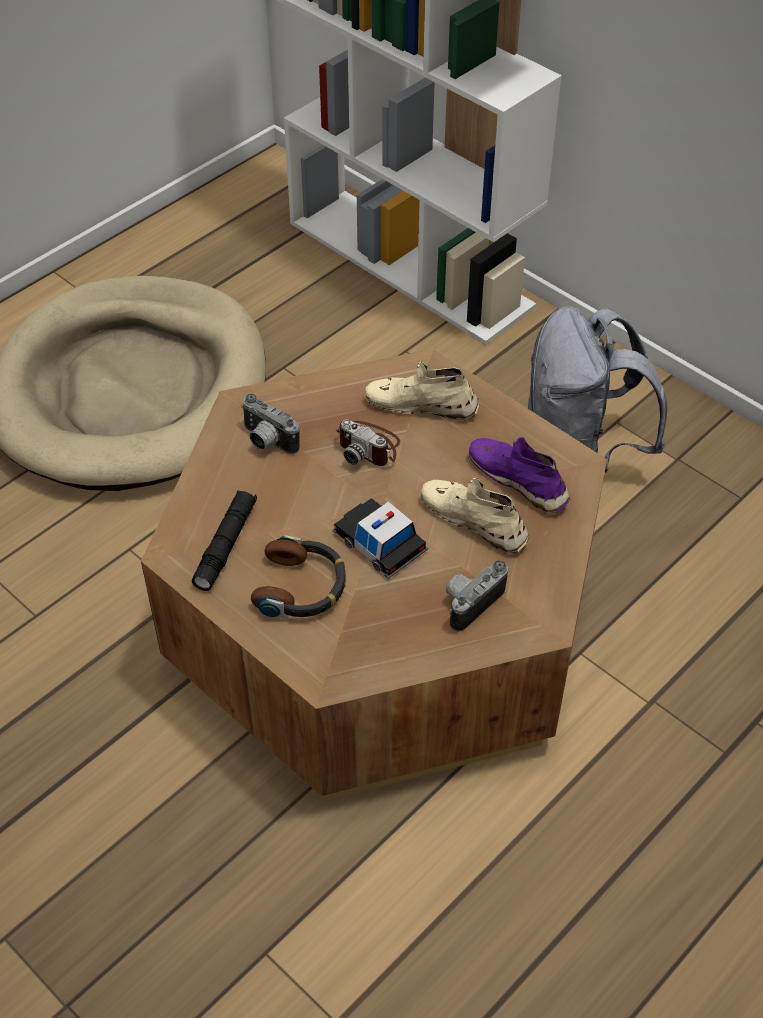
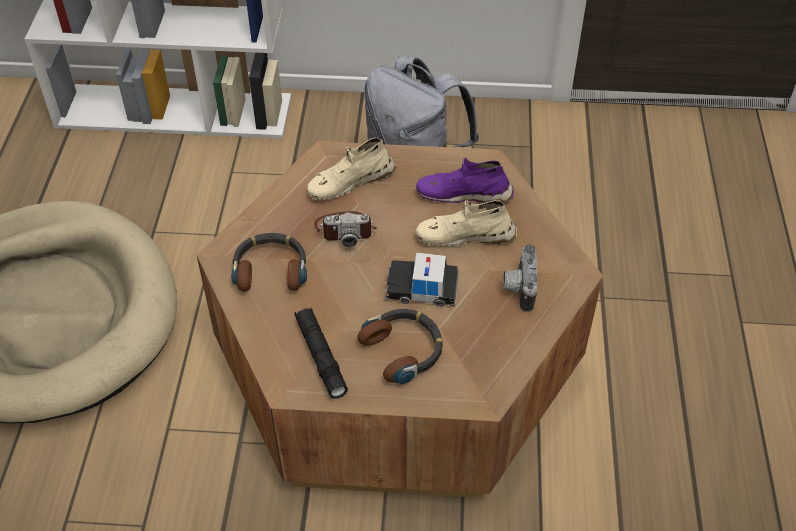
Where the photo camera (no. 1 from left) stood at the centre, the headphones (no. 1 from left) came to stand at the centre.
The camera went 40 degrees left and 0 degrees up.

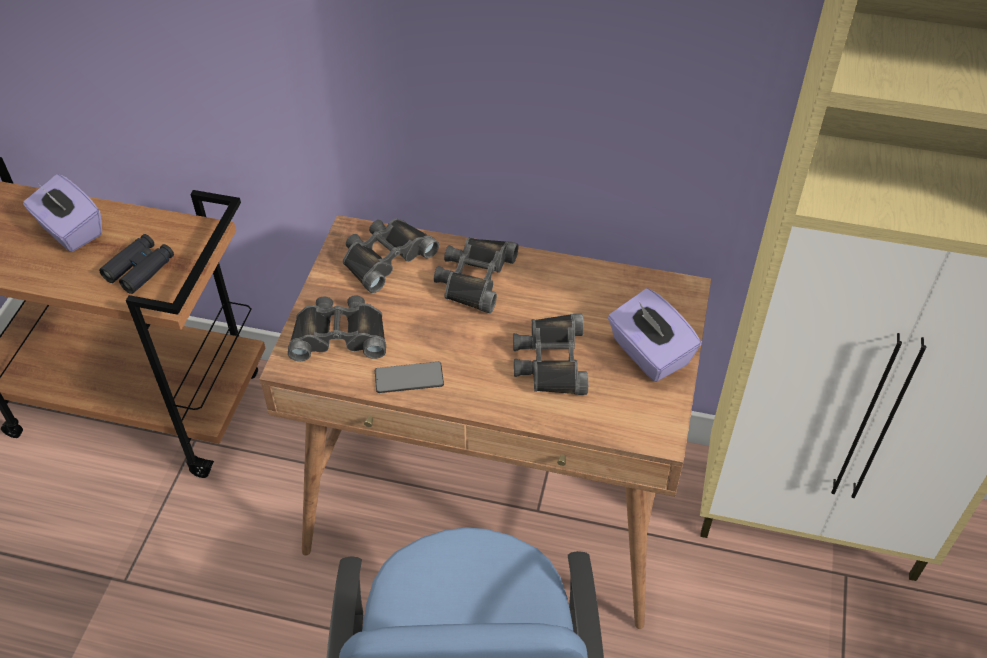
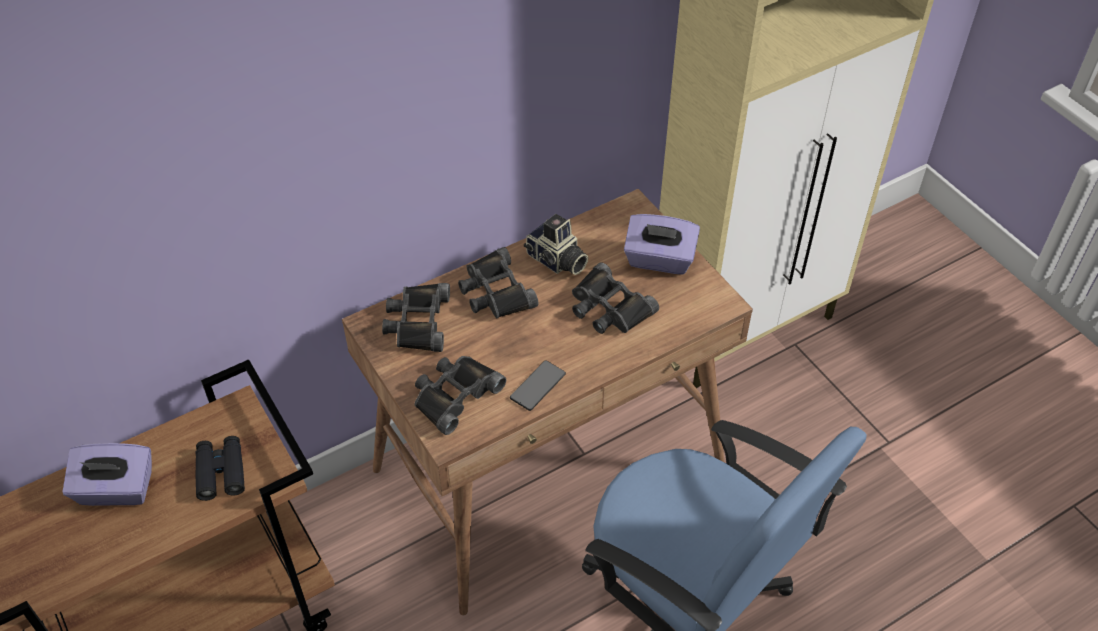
The second view gained the photo camera at the centre.
The camera went 45 degrees left and 0 degrees up.

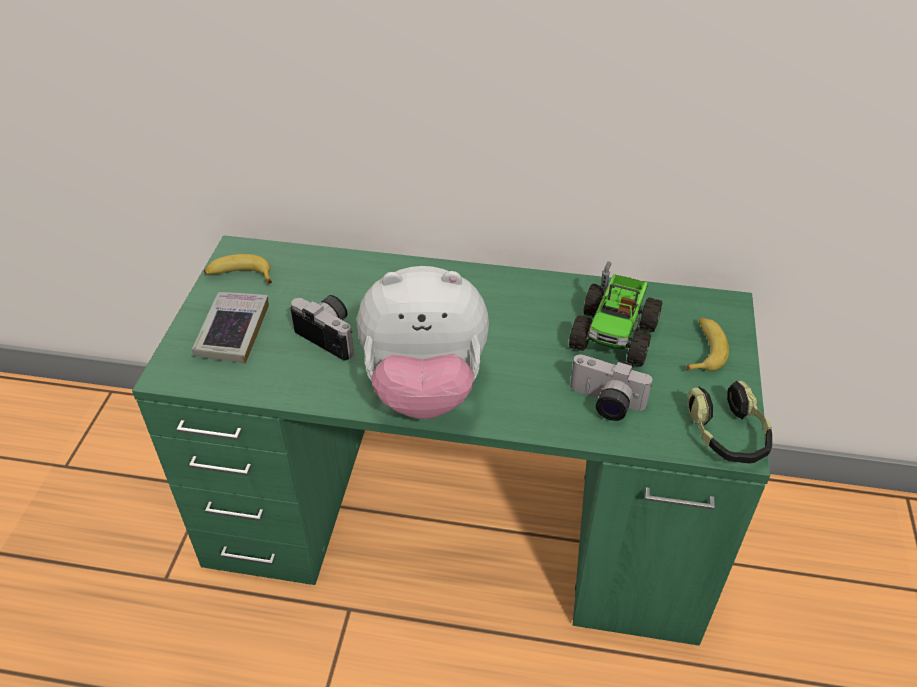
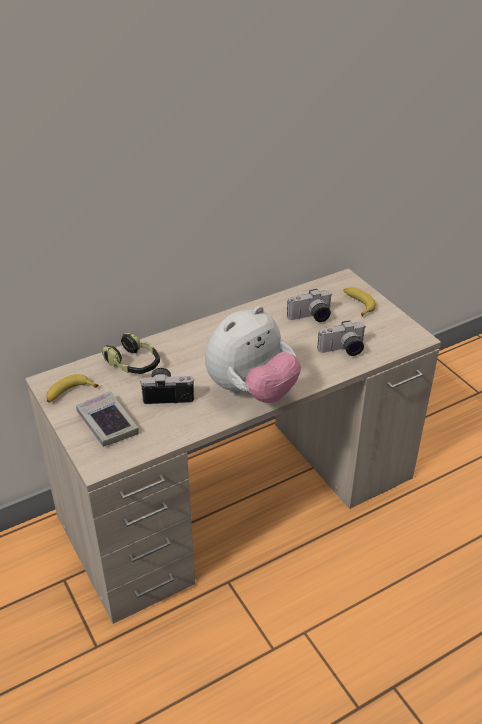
What was the green desk at the centre turned into the beige desk at the centre.
The headphones ended up elsewhere, having gone from the middle right to the middle left.
Where the toy truck stood at the middle right, the photo camera (no. 2 from left) came to stand at the centre.
The camera went 40 degrees left and 5 degrees down.

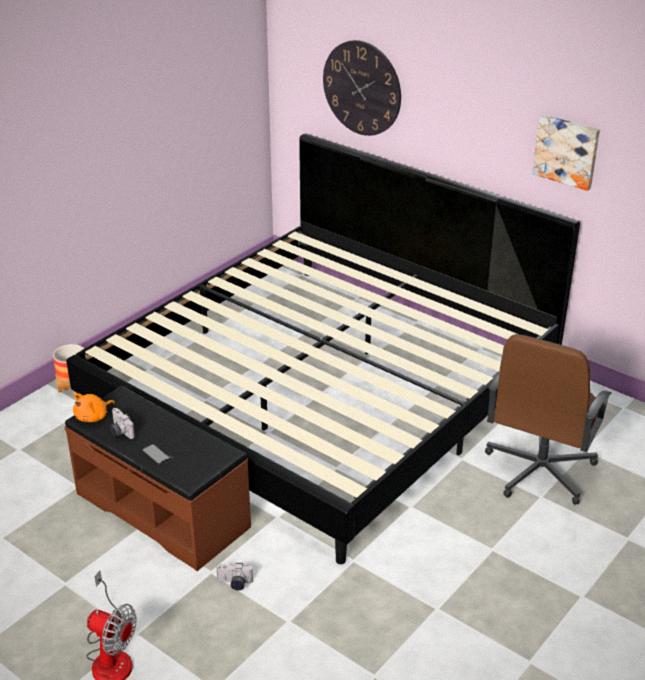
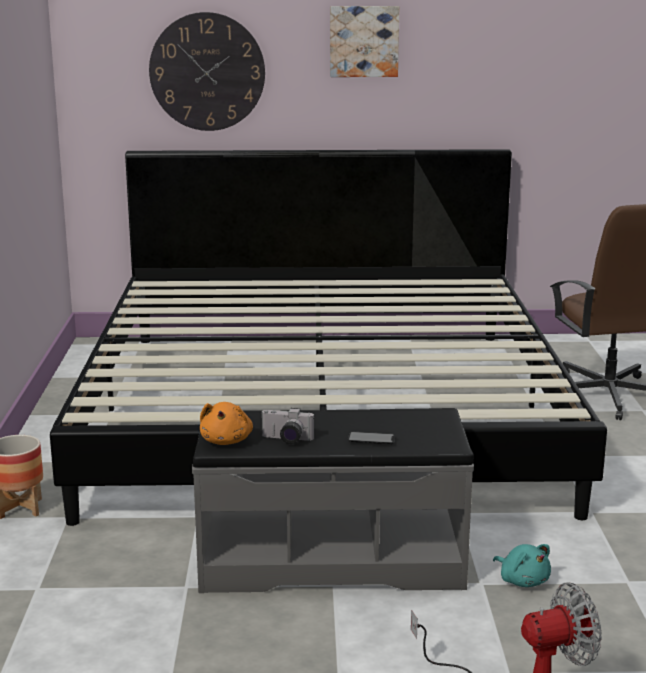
What was the brown bench at the bottom left turned into the grey bench at the bottom centre.
The picture ended up elsewhere, having gone from the top right to the top centre.
Where the photo camera (no. 2 from left) stood at the bottom centre, the turquoise plush toy came to stand at the bottom right.
The camera went 40 degrees left and 15 degrees down.

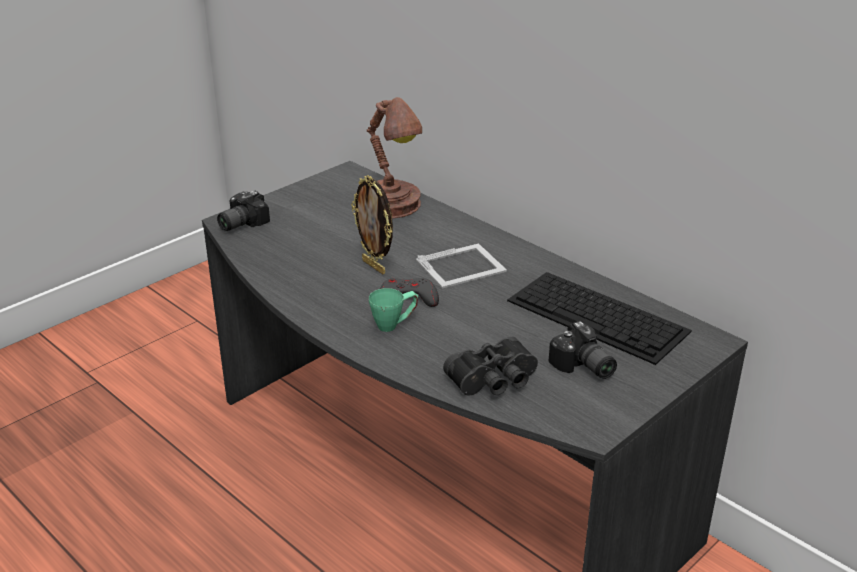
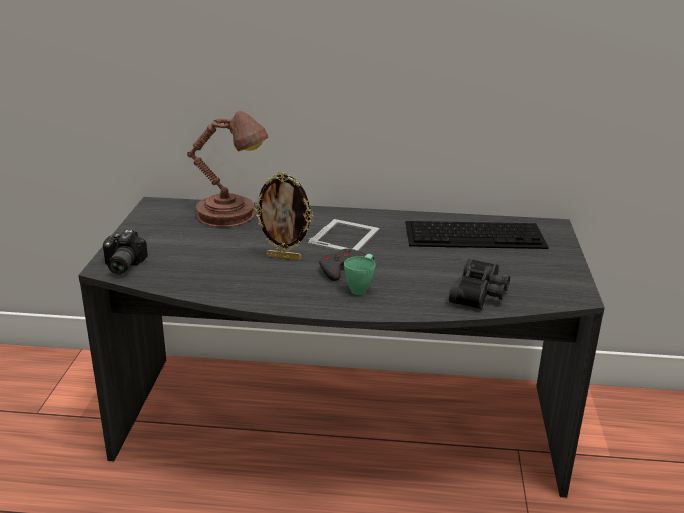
The second view lost the photo camera (no. 2 from left) at the middle right.
The camera went 40 degrees left and 5 degrees down.

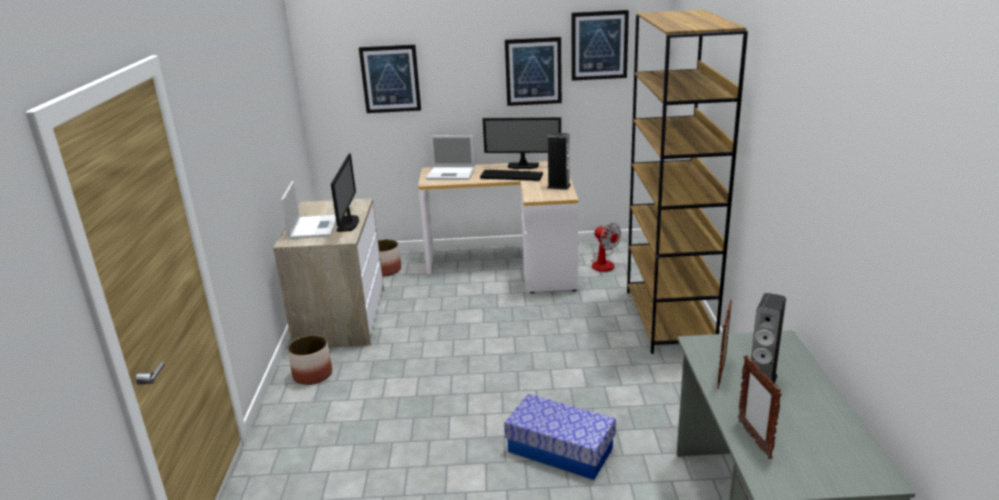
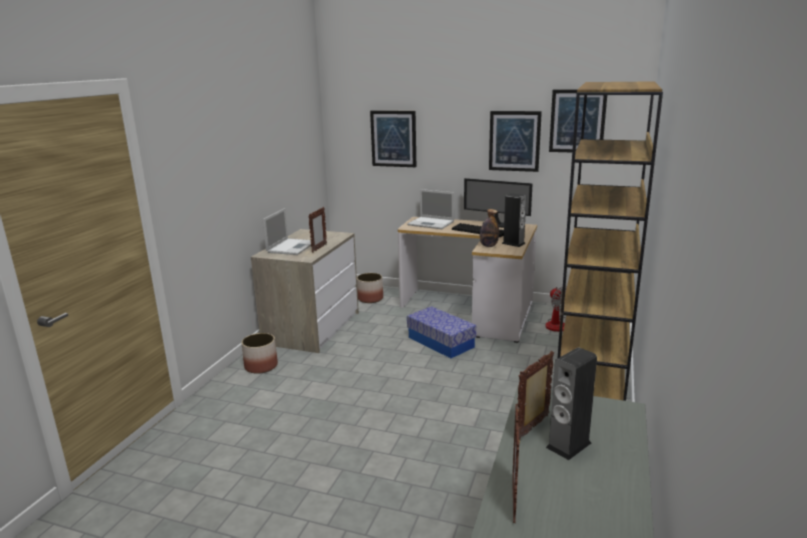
Where the monitor (no. 1 from left) stood at the centre, the picture frame (no. 1 from left) came to stand at the centre.
The storage box ended up elsewhere, having gone from the bottom centre to the centre.
The second view gained the bottle at the centre.
The camera went 20 degrees right and 5 degrees down.

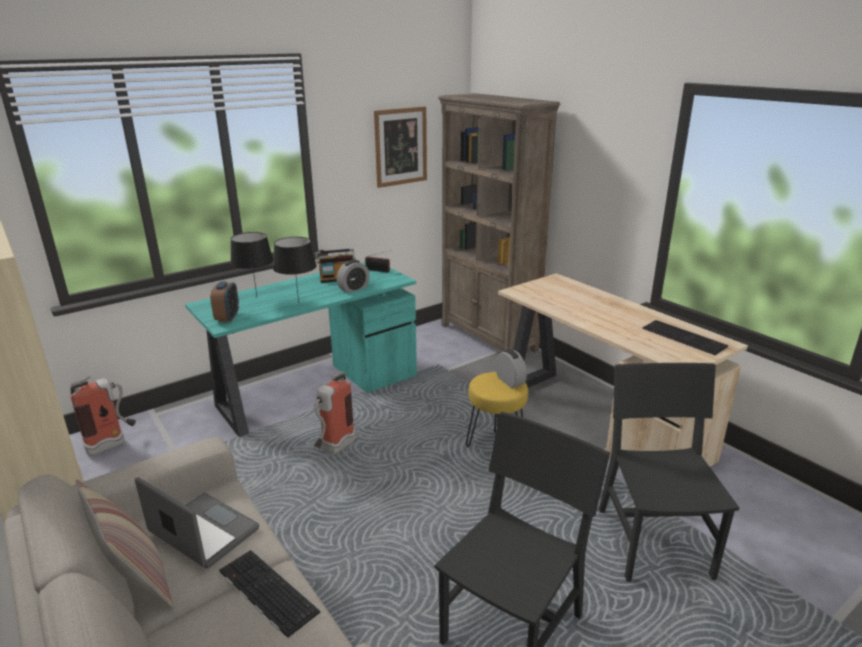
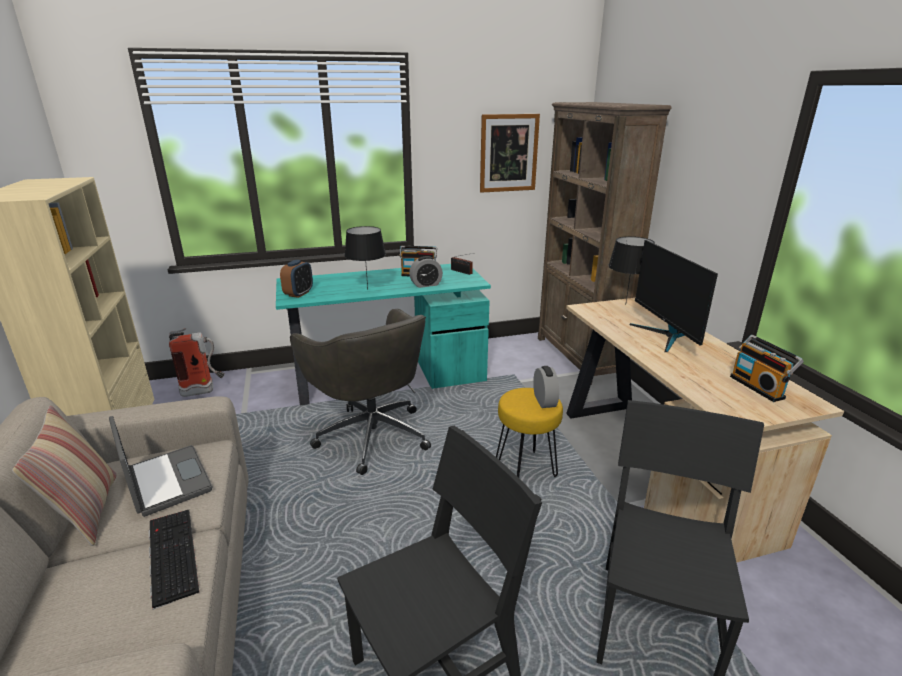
Where the fire extinguisher (no. 2 from left) stood at the centre, the grey office chair came to stand at the centre.
The black table lamp (no. 1 from left in the first image) ended up elsewhere, having gone from the middle left to the middle right.
The second view gained the monitor at the middle right.
Where the keyboard (no. 2 from left) stood at the middle right, the radio (no. 3 from left) came to stand at the middle right.
The camera went 20 degrees right and 0 degrees up.

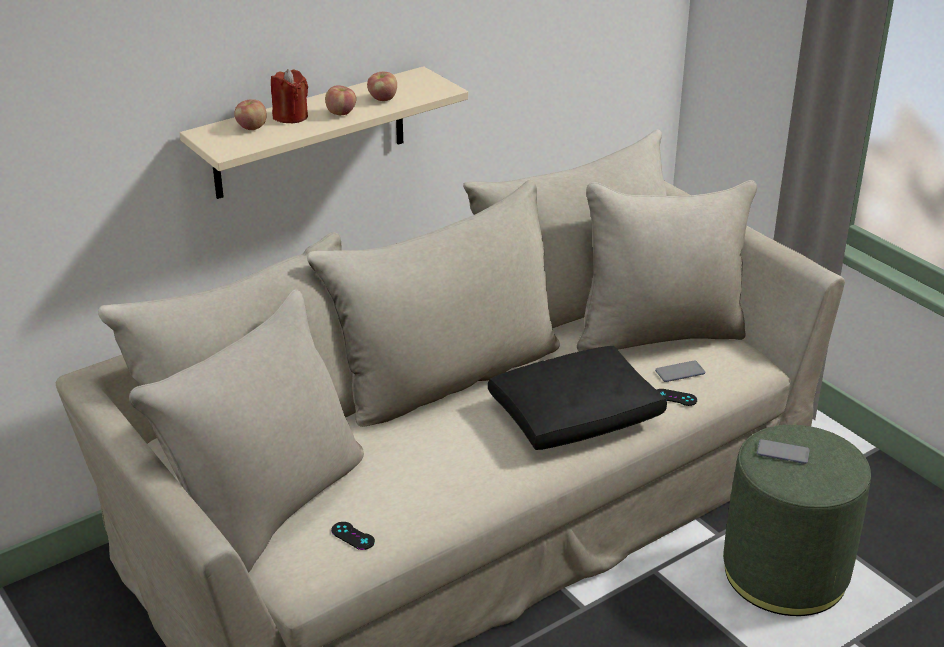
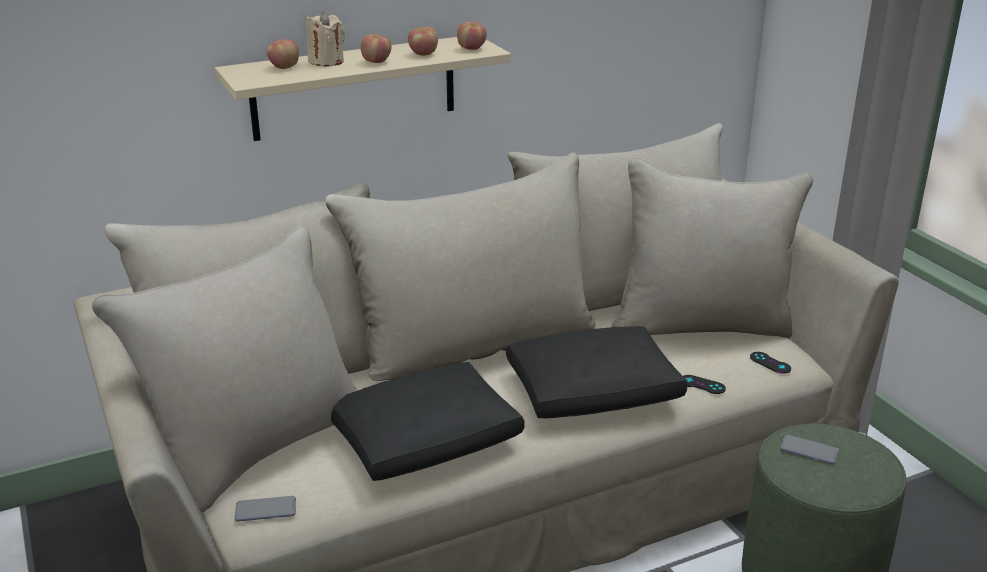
The phone (no. 1 from left) ended up elsewhere, having gone from the middle right to the bottom left.
What was the red candle at the top left turned into the beige candle at the top left.
The second view gained the black pillow (no. 1 from left) at the bottom centre.
The second view gained the apple (no. 4 from left) at the top centre.
The black game controller (no. 1 from left in the first image) ended up elsewhere, having gone from the bottom centre to the middle right.
The camera went 10 degrees right and 5 degrees down.

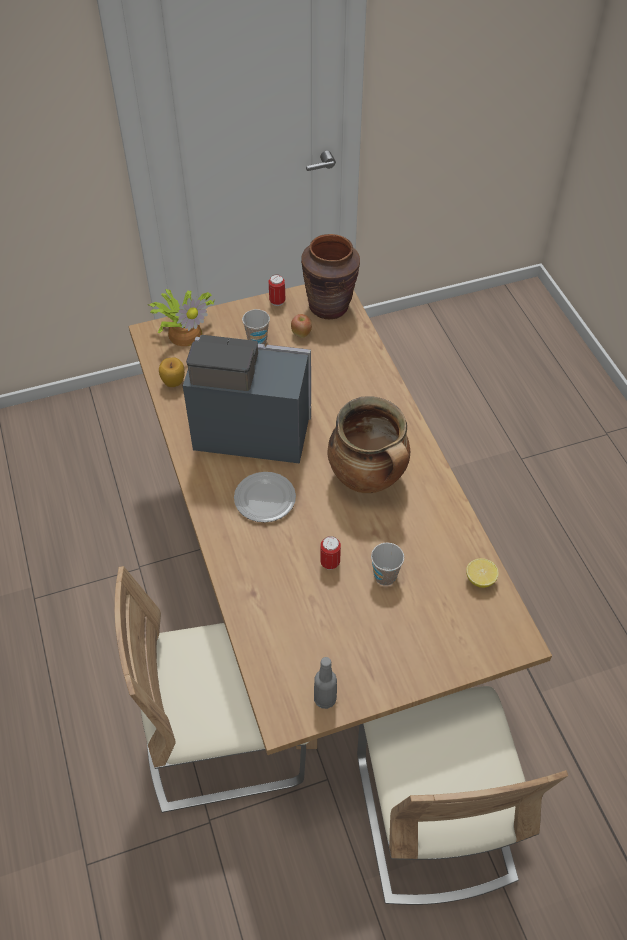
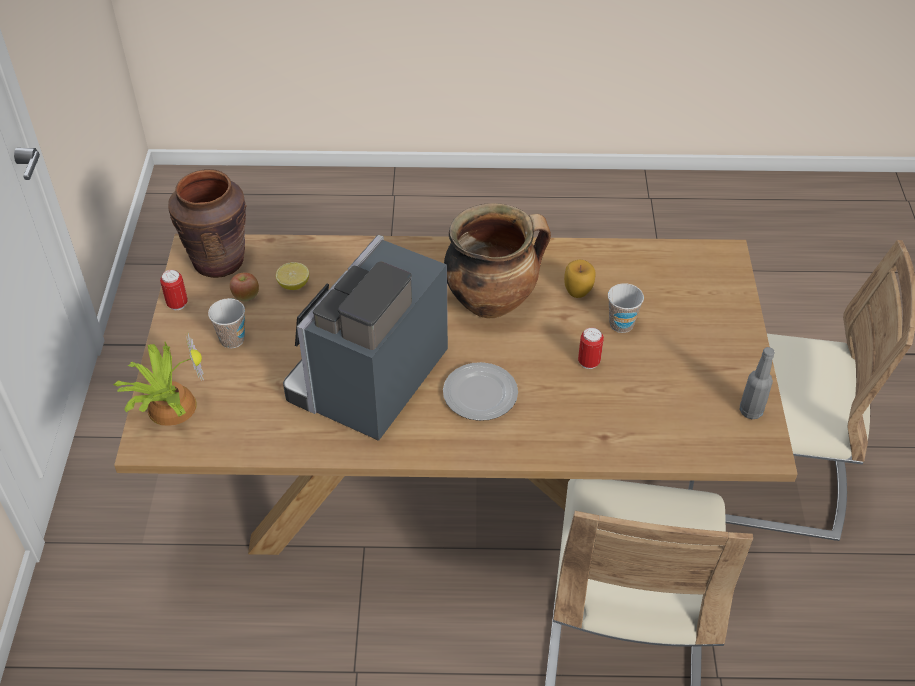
The lemon ended up elsewhere, having gone from the middle right to the middle left.
The apple (no. 1 from left in the first image) ended up elsewhere, having gone from the middle left to the centre.
The camera went 70 degrees left and 5 degrees down.

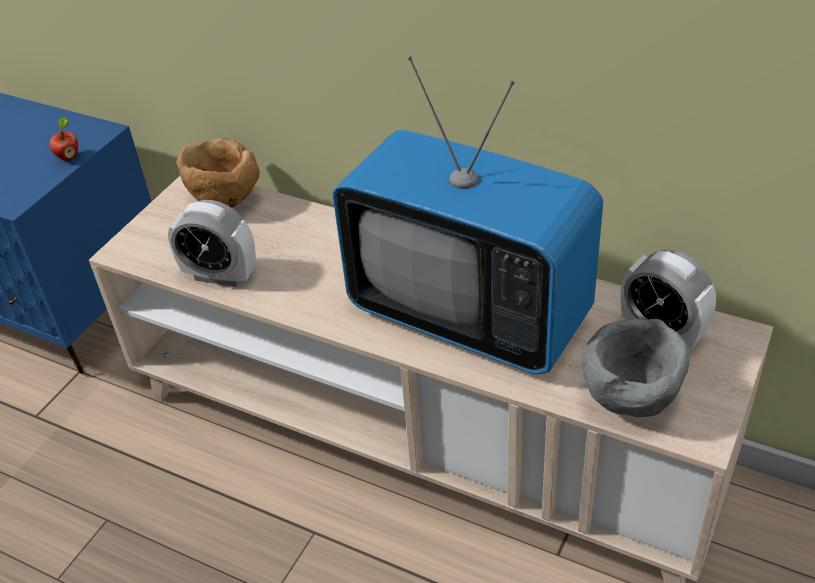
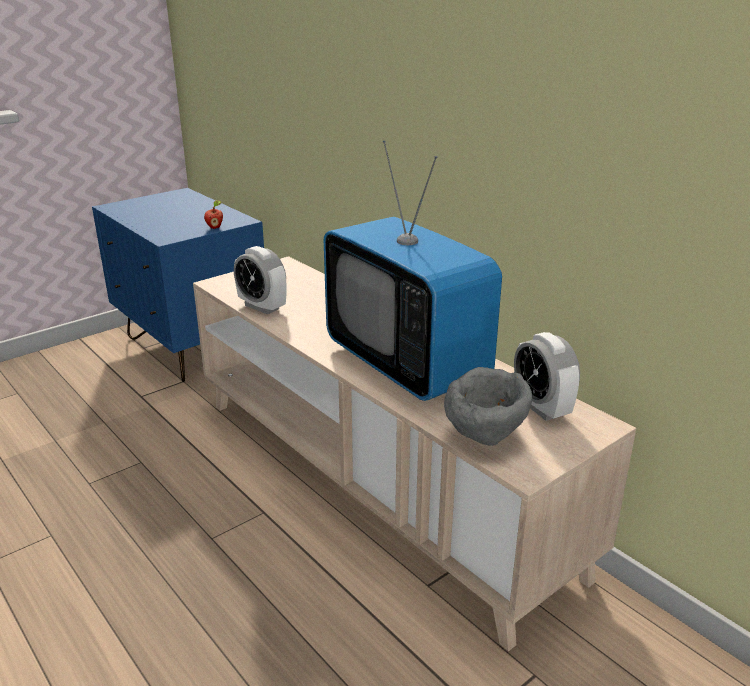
The second view lost the brown bowl at the top left.
The camera went 20 degrees right and 15 degrees down.

